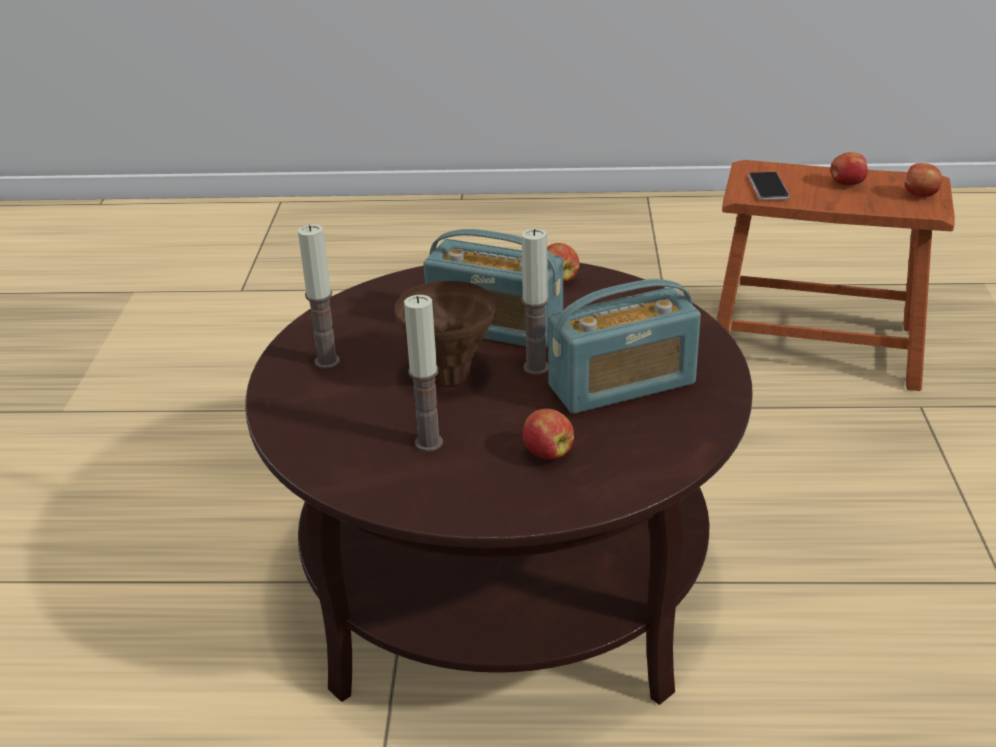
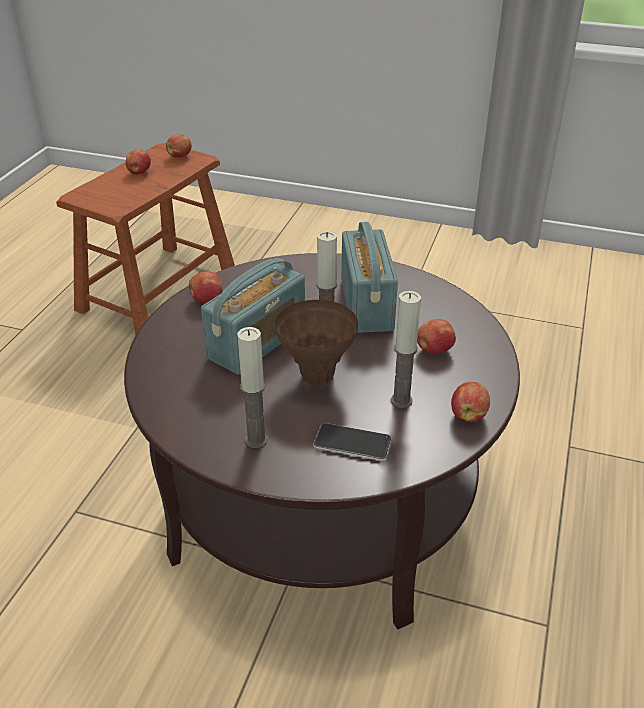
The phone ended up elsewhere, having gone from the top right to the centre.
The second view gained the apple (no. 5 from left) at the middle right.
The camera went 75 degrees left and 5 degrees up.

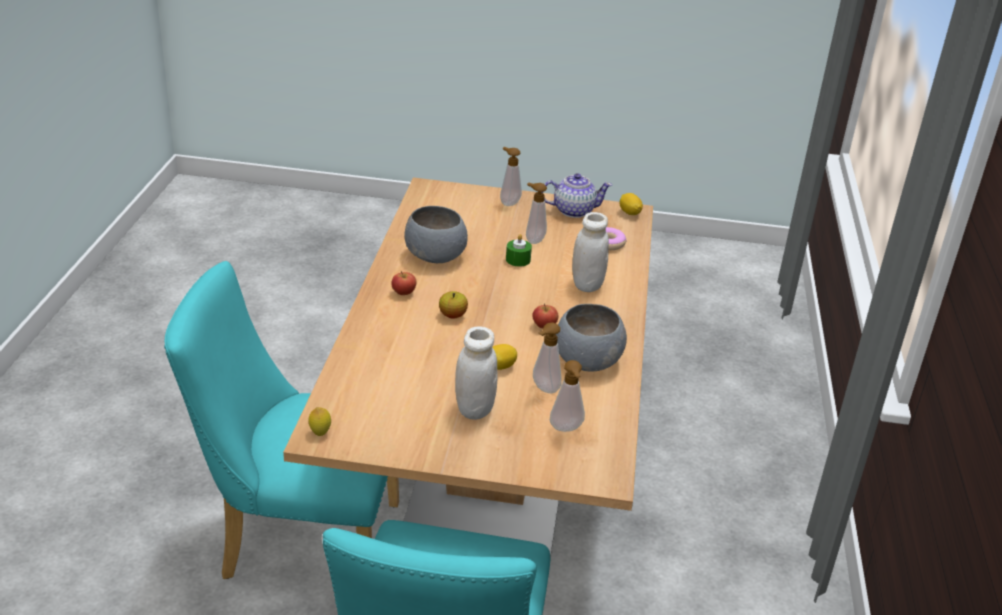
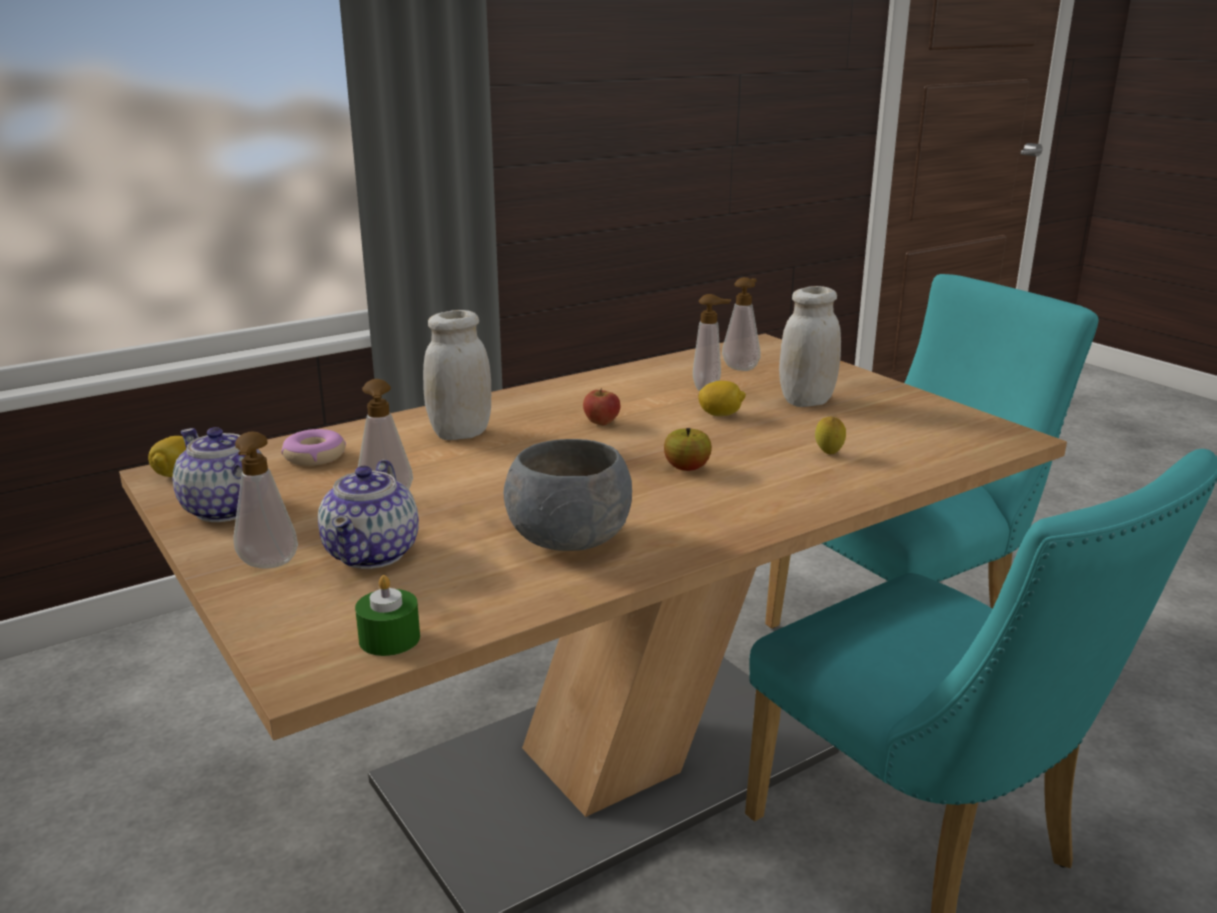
The second view gained the teapot (no. 2 from left) at the middle left.
The green candle ended up elsewhere, having gone from the centre to the bottom left.
The lemon (no. 1 from left in the first image) ended up elsewhere, having gone from the bottom left to the middle right.
The second view lost the apple (no. 1 from left) at the centre.
The second view lost the grey bowl (no. 2 from left) at the centre.
The camera went 130 degrees left and 10 degrees down.

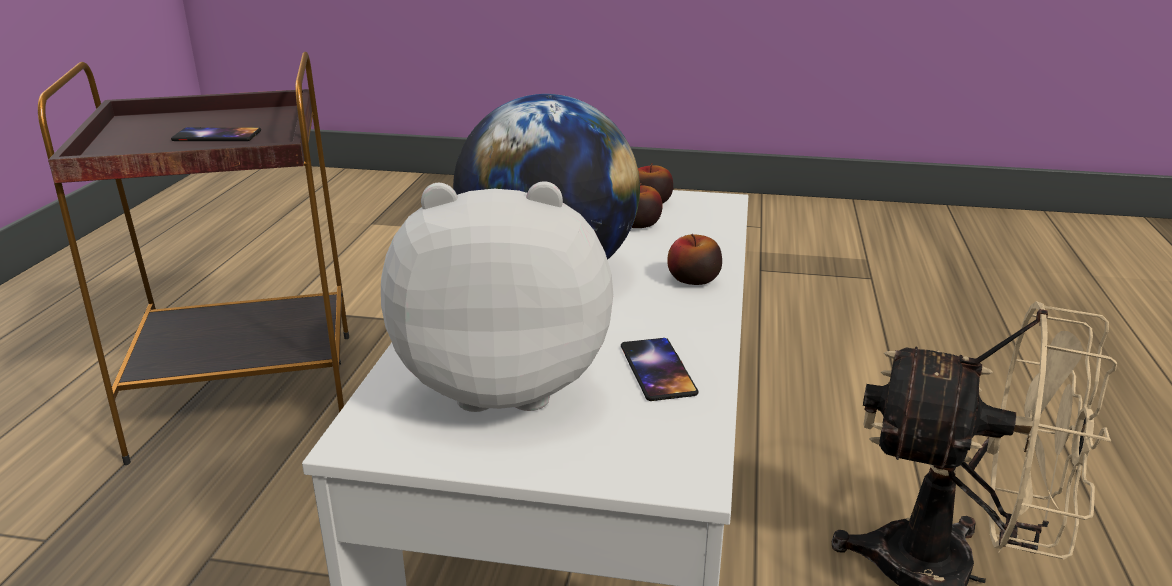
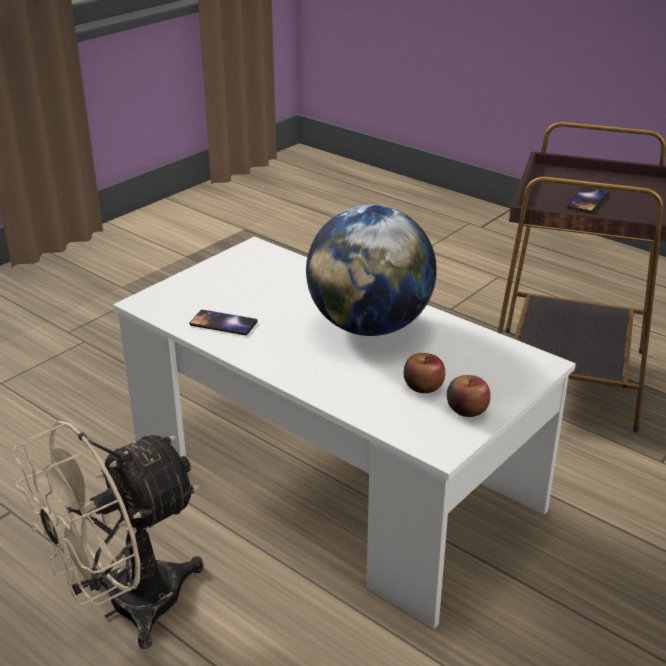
The second view lost the plush toy at the centre.
The second view lost the apple (no. 3 from left) at the centre.
The camera went 120 degrees right and 5 degrees up.

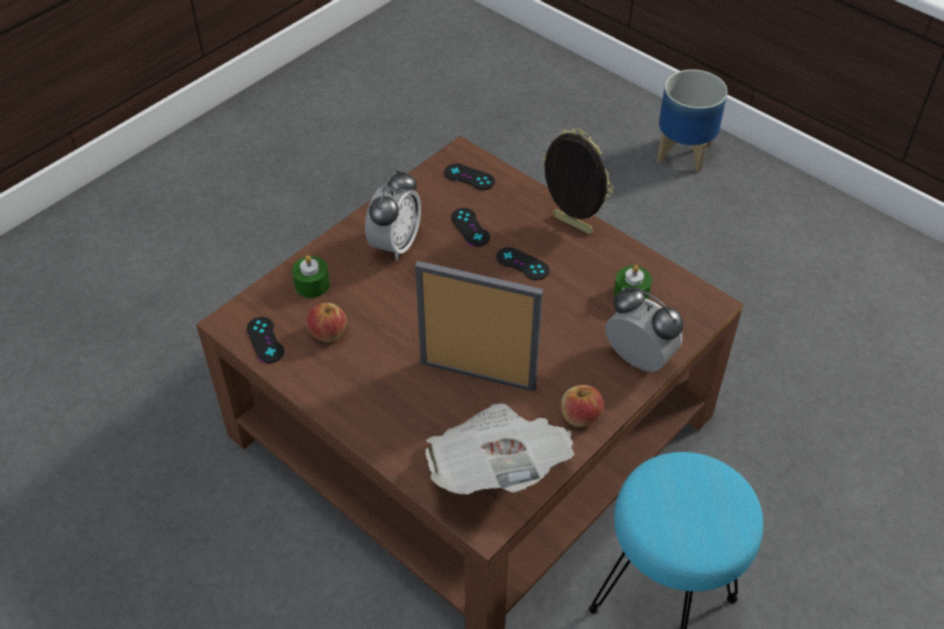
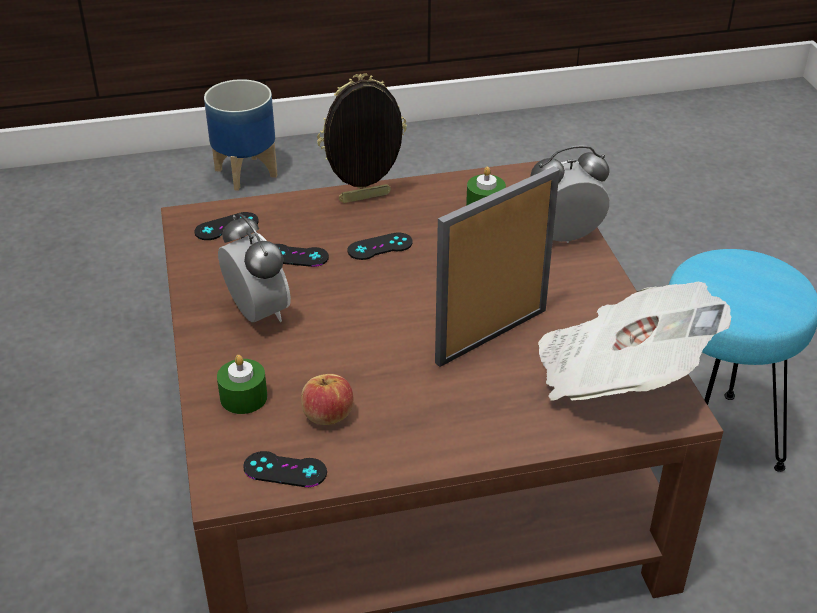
The second view lost the apple (no. 2 from left) at the centre.
The camera went 55 degrees left and 10 degrees down.

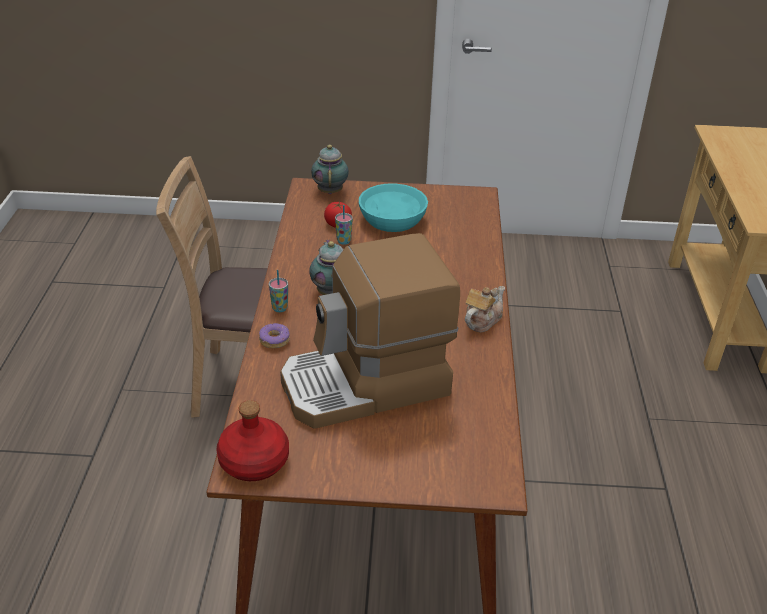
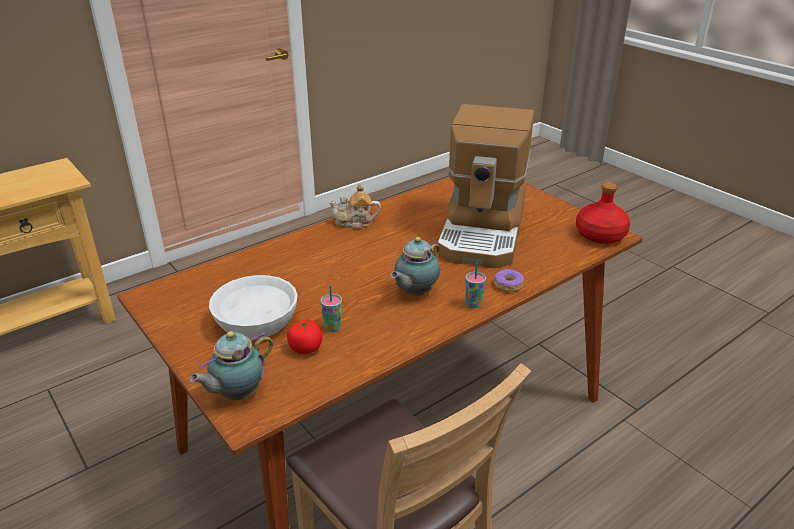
What was the turquoise bowl at the centre turned into the white bowl at the middle left.
The coffee machine at the centre ended up facing another way, 75 degrees clockwise from before.
The camera went 130 degrees left and 5 degrees down.

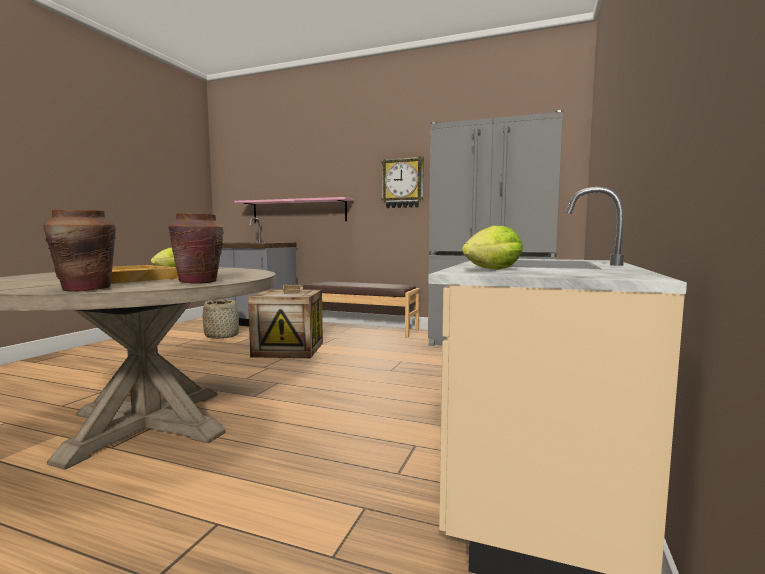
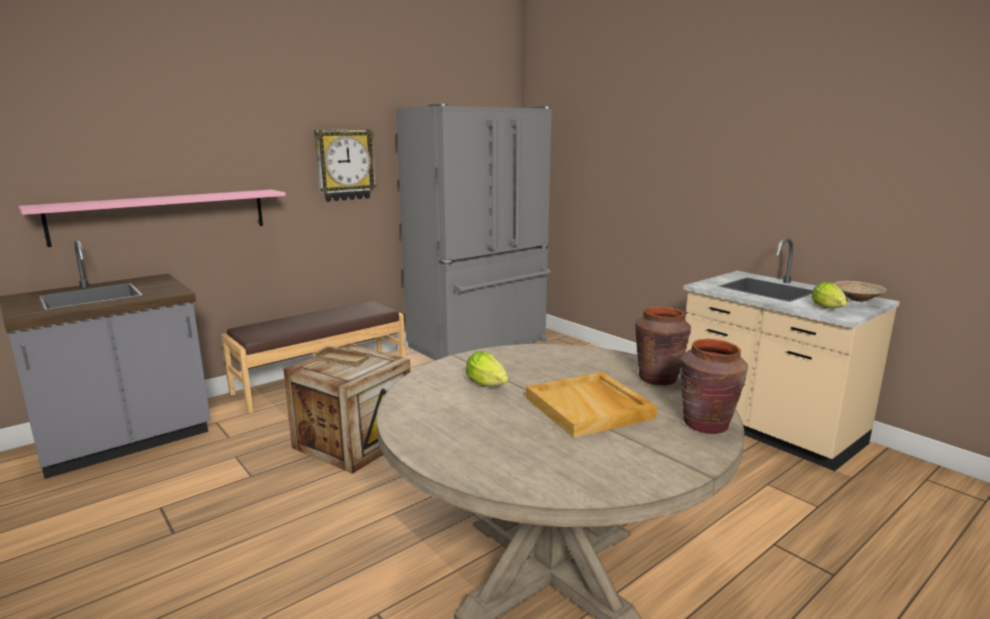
The second view gained the beige bowl at the middle right.
The second view lost the basket at the middle left.
The camera went 60 degrees left and 10 degrees up.

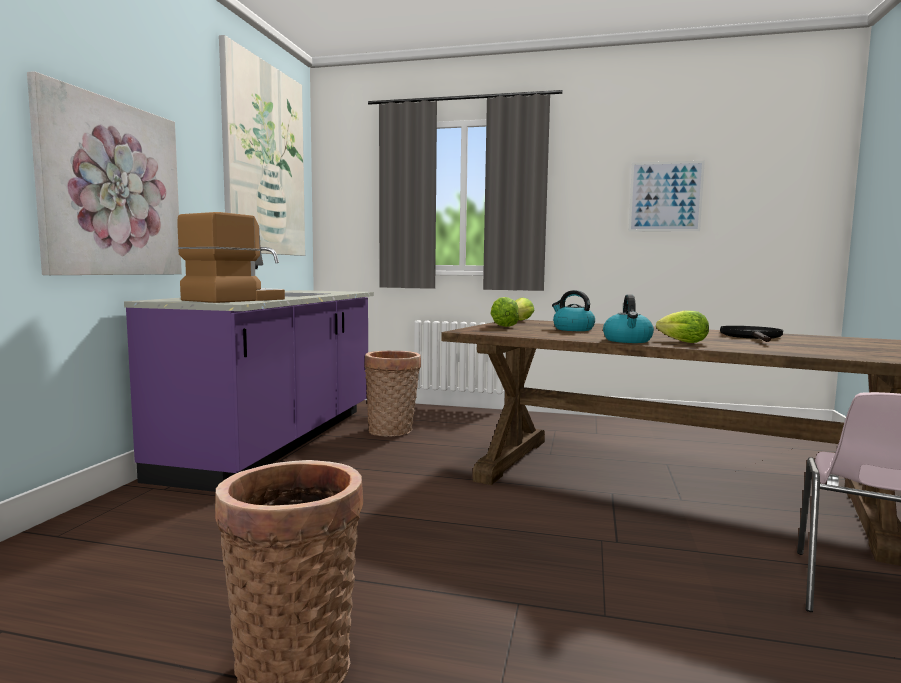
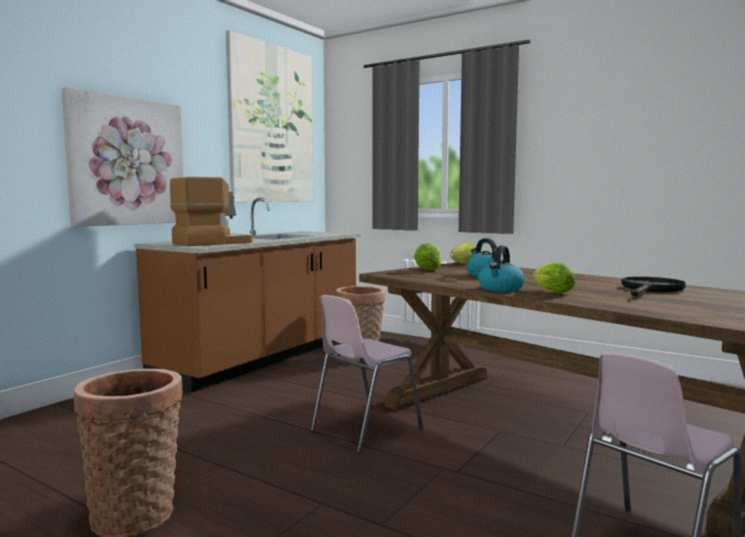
What was the purple counter at the middle left turned into the brown counter at the middle left.
The second view gained the pink chair (no. 1 from left) at the bottom centre.
The second view lost the picture (no. 3 from left) at the top right.
The camera went 20 degrees right and 0 degrees up.

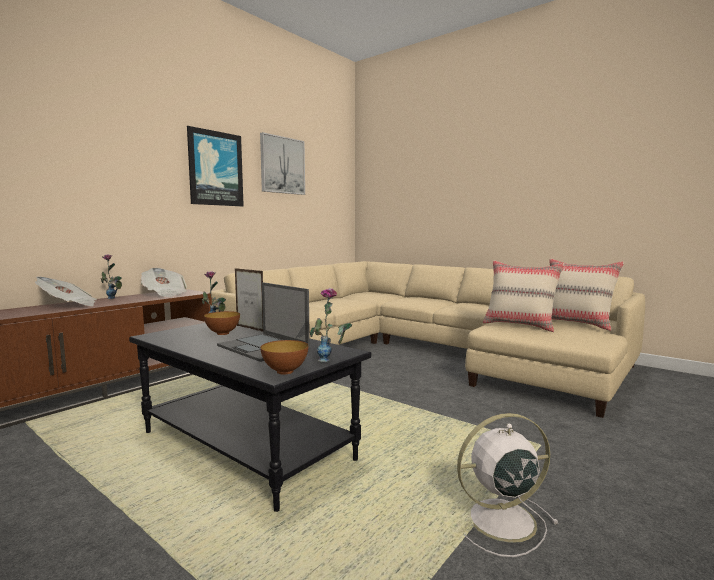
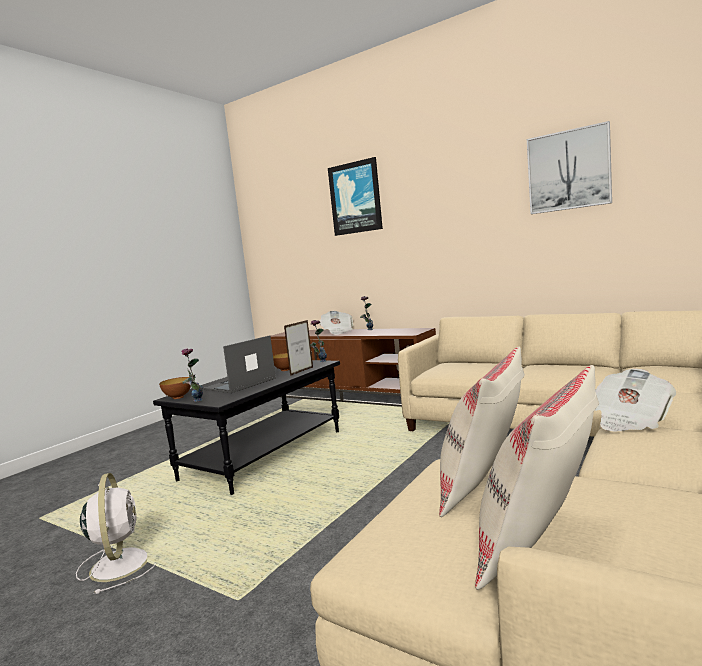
The picture (no. 1 from left) ended up elsewhere, having gone from the top left to the top centre.
The newspaper (no. 2 from left) ended up elsewhere, having gone from the middle left to the middle right.
The camera went 85 degrees right and 0 degrees up.

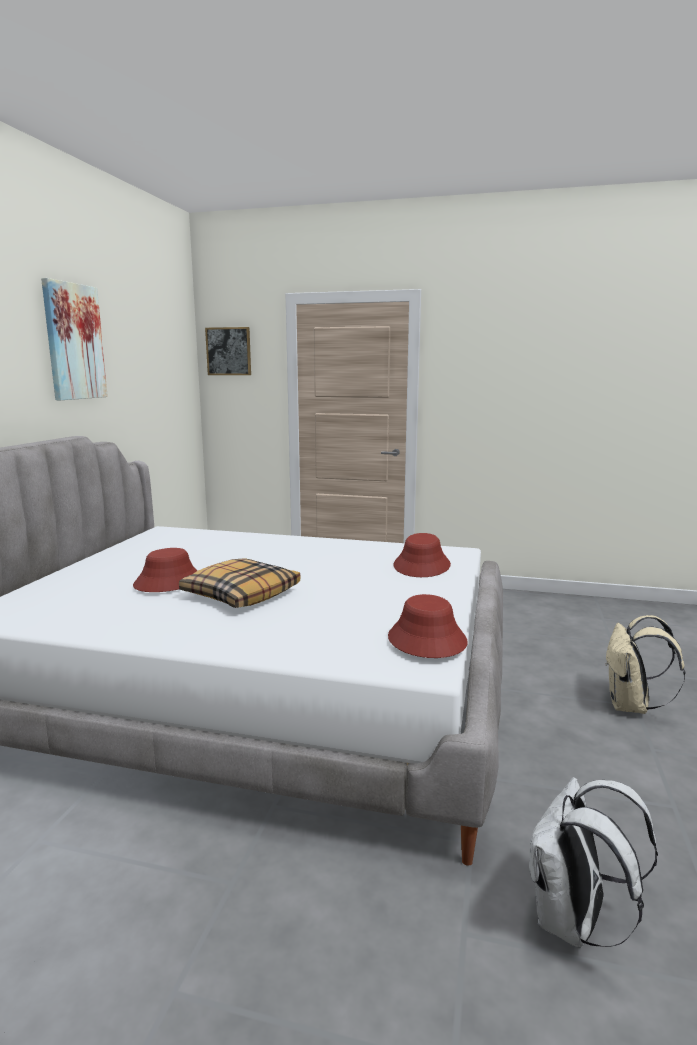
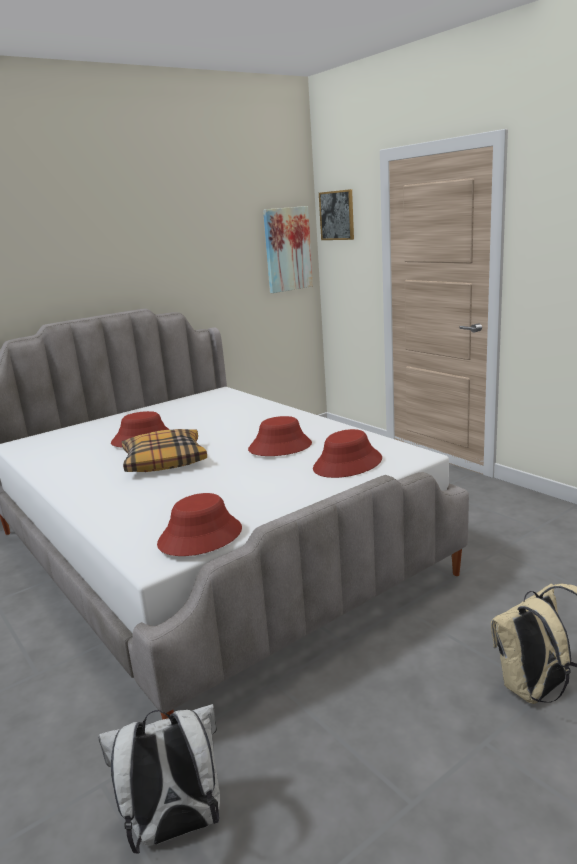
The second view gained the red hat (no. 3 from left) at the centre.
The picture (no. 1 from left) ended up elsewhere, having gone from the top left to the top centre.
The camera went 40 degrees right and 5 degrees up.

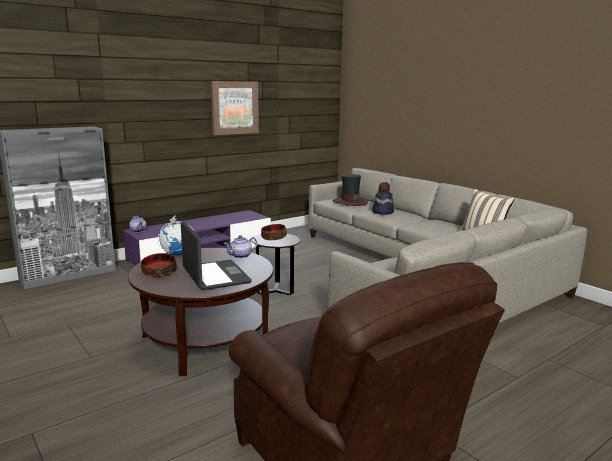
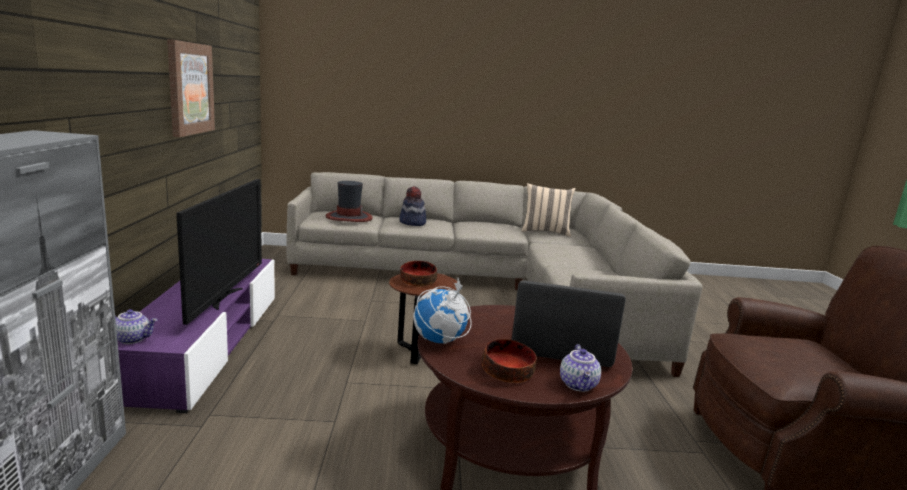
The second view gained the television at the middle left.
The teapot (no. 2 from left) ended up elsewhere, having gone from the centre to the bottom centre.
The camera went 55 degrees left and 0 degrees up.

